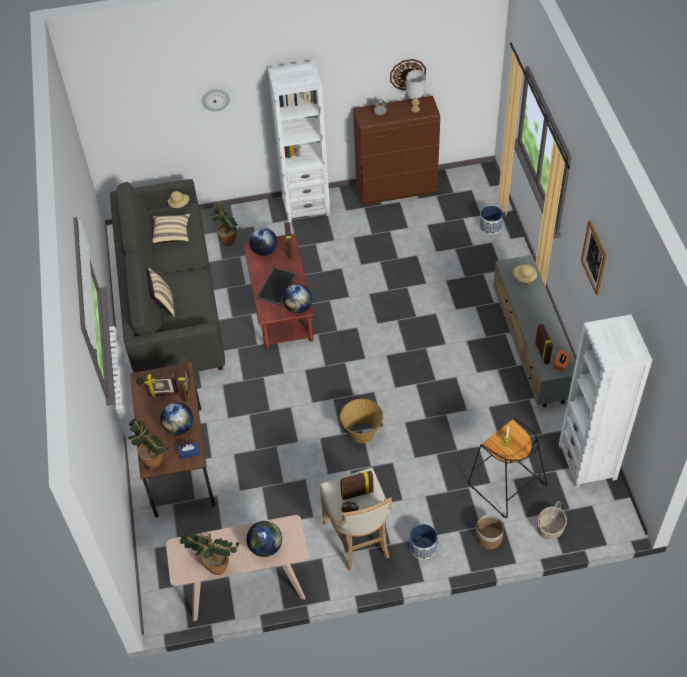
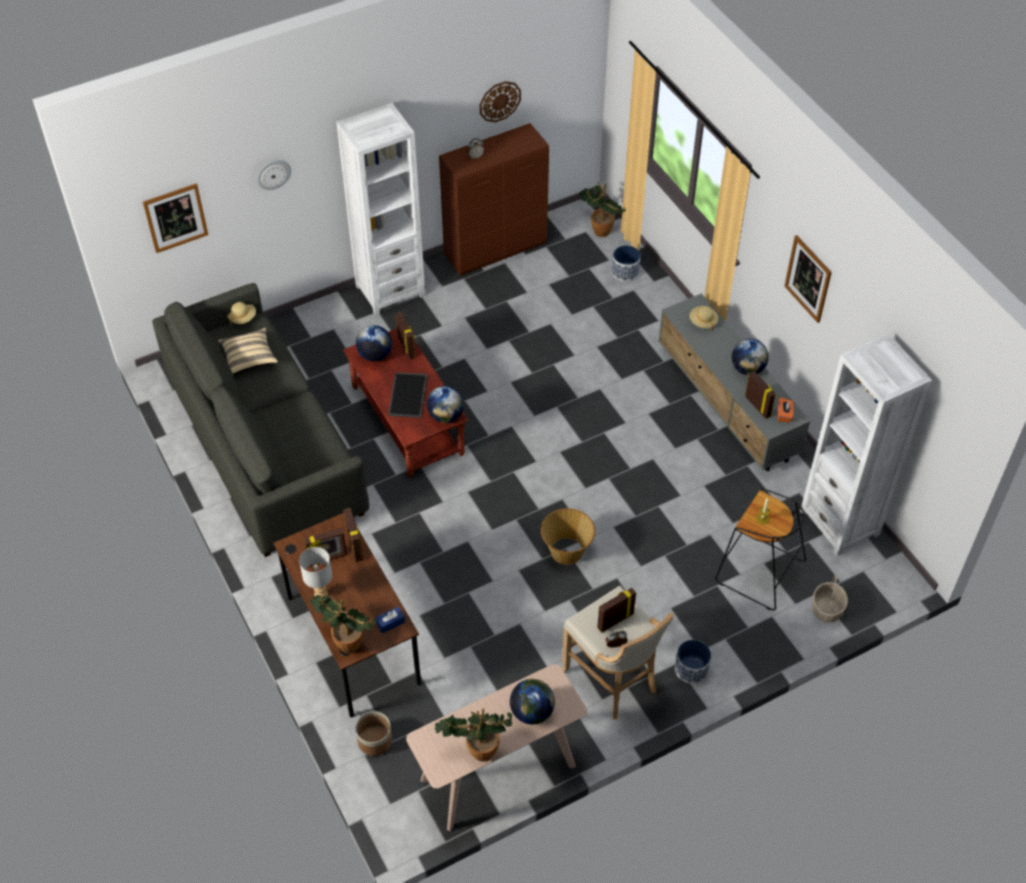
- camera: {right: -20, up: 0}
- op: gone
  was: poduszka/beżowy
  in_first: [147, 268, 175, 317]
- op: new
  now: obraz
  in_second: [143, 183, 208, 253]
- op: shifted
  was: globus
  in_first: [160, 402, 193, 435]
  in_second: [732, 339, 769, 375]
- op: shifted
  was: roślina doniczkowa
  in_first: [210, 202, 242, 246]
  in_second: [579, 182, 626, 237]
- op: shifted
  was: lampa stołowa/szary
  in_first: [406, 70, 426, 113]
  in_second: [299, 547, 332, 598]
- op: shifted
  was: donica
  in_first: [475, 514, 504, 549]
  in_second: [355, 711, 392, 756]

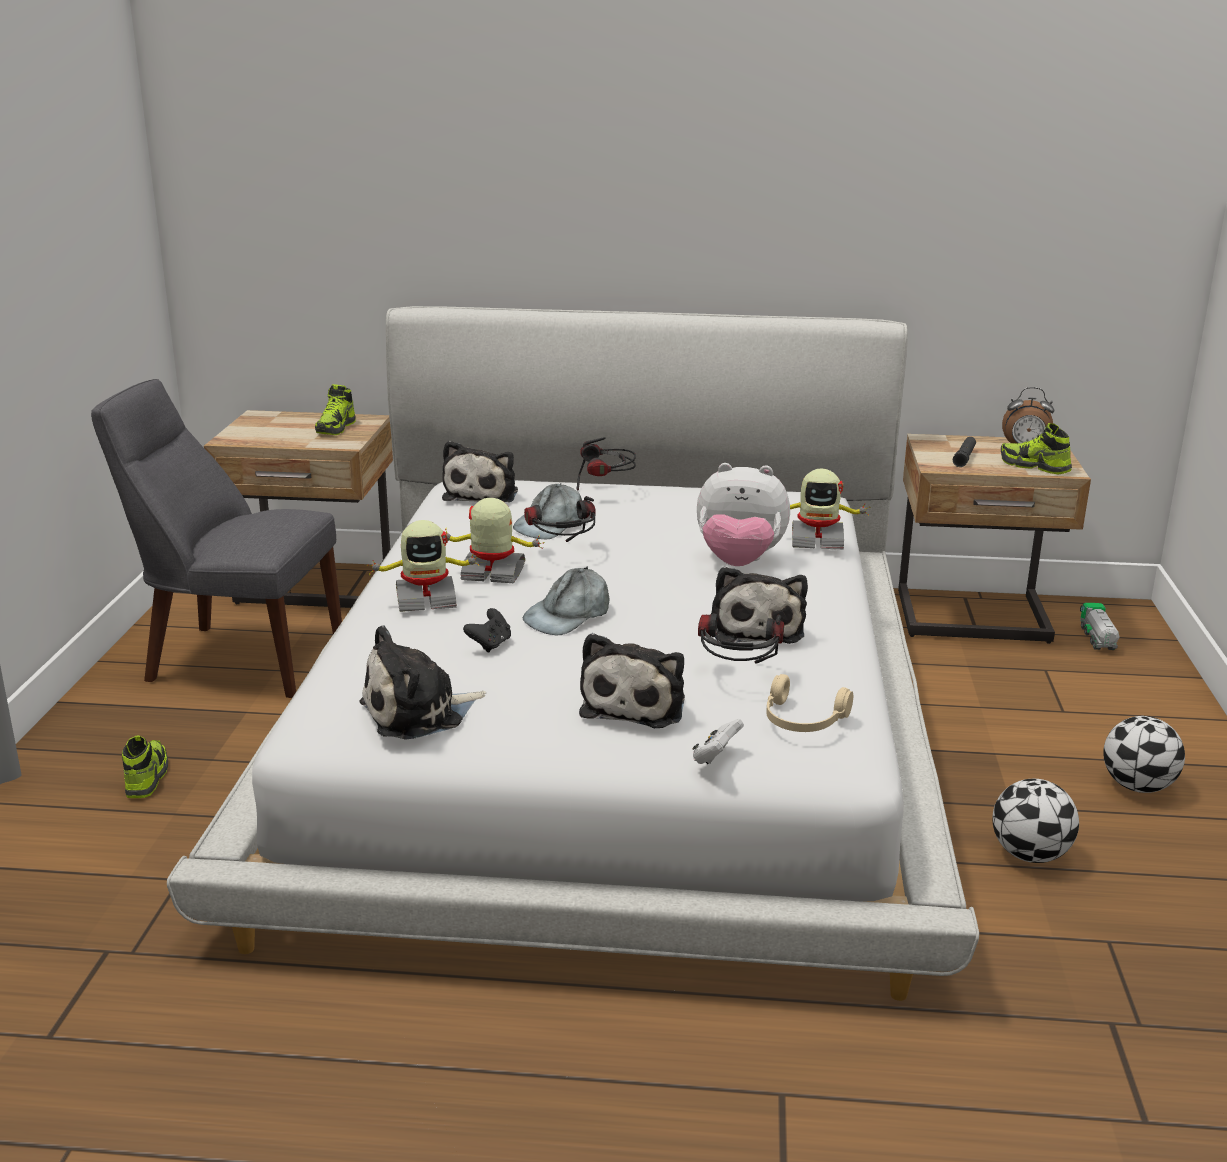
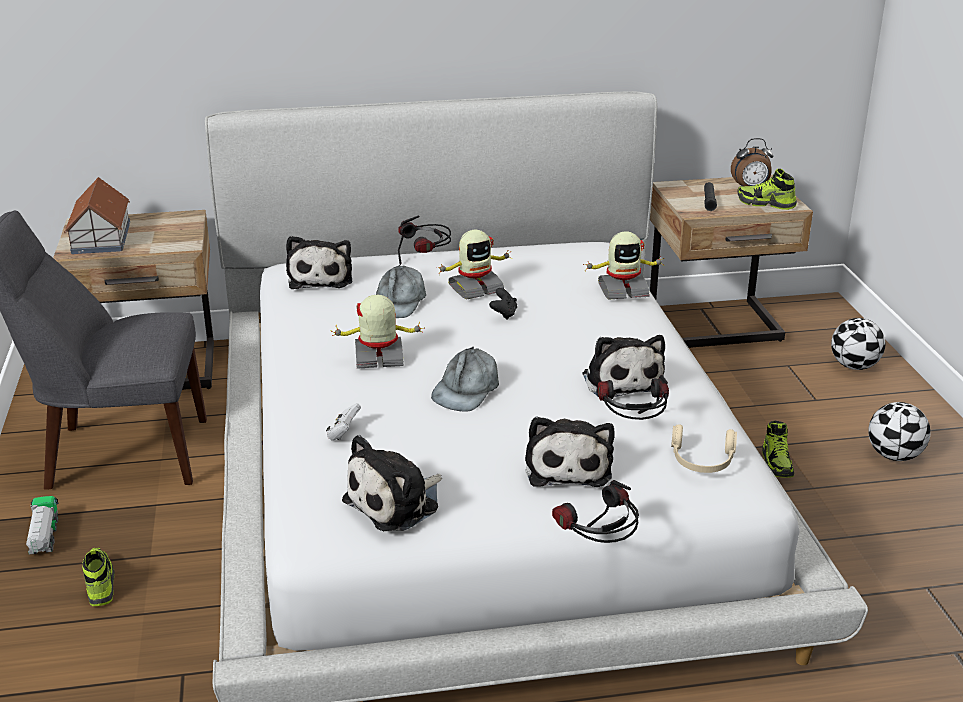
- camera: {right: -15, up: 5}
- op: gone
  was: pluszak
  in_first: [697, 463, 790, 566]
- op: new
  now: domek
  in_second: [64, 177, 130, 254]
- op: shifted
  was: but
  in_first: [315, 384, 355, 435]
  in_second: [762, 420, 794, 478]
- op: shifted
  was: robot zabawkowy
  in_first: [366, 520, 481, 612]
  in_second: [436, 230, 512, 299]
- op: shifted
  was: pad do gier/czarny
  in_first: [463, 608, 511, 652]
  in_second: [489, 288, 517, 320]
- op: shifted
  was: słuchawki
  in_first: [524, 496, 596, 542]
  in_second: [552, 480, 639, 543]
- op: shifted
  was: pad do gier/biały
  in_first: [692, 719, 744, 764]
  in_second: [326, 403, 361, 441]
- op: shifted
  was: piłka futbolowa
  in_first: [992, 779, 1079, 863]
  in_second: [831, 318, 885, 370]
- op: shifted
  was: ciężarówka zabawkowa
  in_first: [1080, 603, 1120, 650]
  in_second: [26, 496, 58, 554]

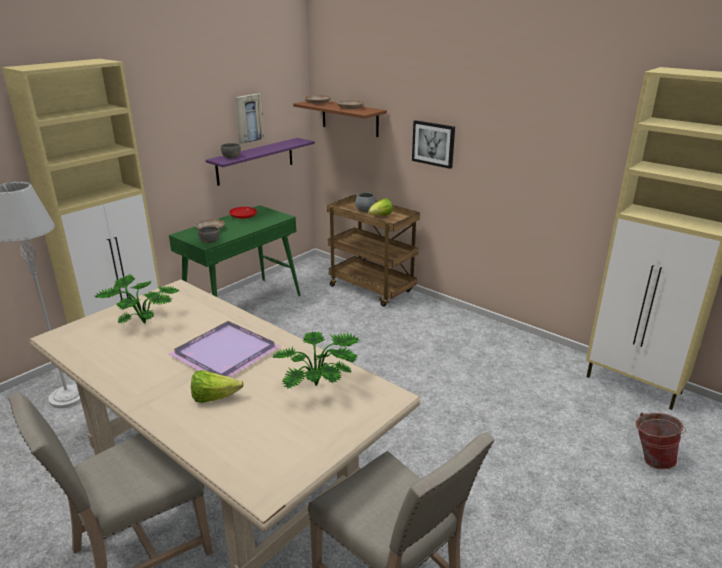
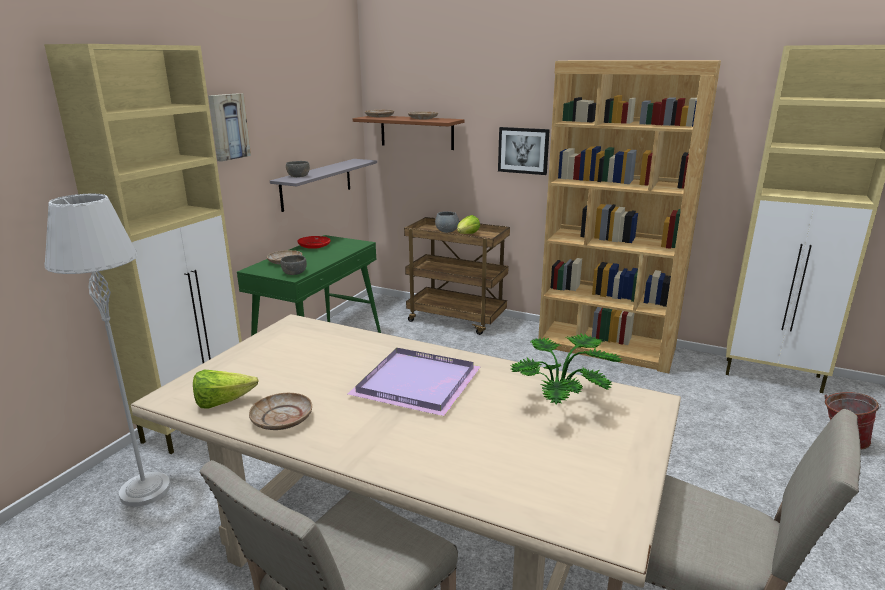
- camera: {right: -15, up: -5}
- op: gone
  was: roślina doniczkowa
  in_first: [95, 274, 180, 324]
- op: new
  now: talerz/beżowy
  in_second: [249, 393, 312, 430]
- op: new
  now: regał/brązowy
  in_second: [538, 61, 721, 373]
- op: shifted
  was: sałata
  in_first: [191, 370, 244, 403]
  in_second: [193, 370, 259, 409]
- op: shifted
  was: obraz
  in_first: [235, 93, 264, 144]
  in_second: [208, 93, 251, 162]
- op: repainted
  was: półka/fioletowy
  now: półka/szary
  in_first: [206, 138, 315, 186]
  in_second: [270, 159, 377, 212]

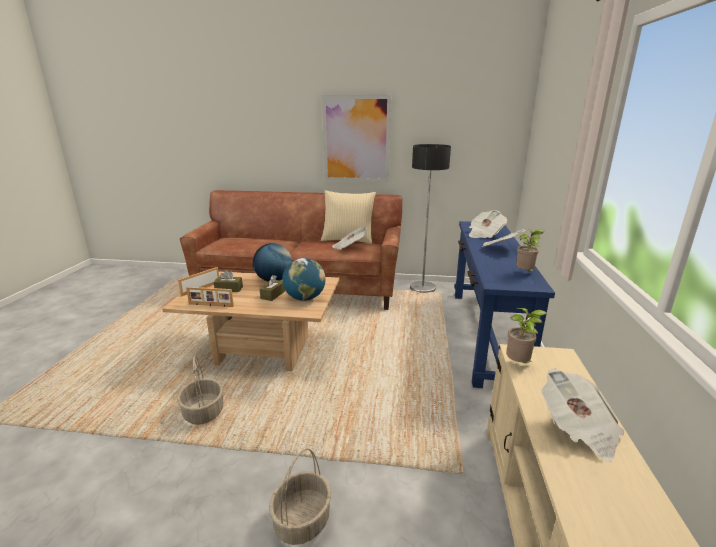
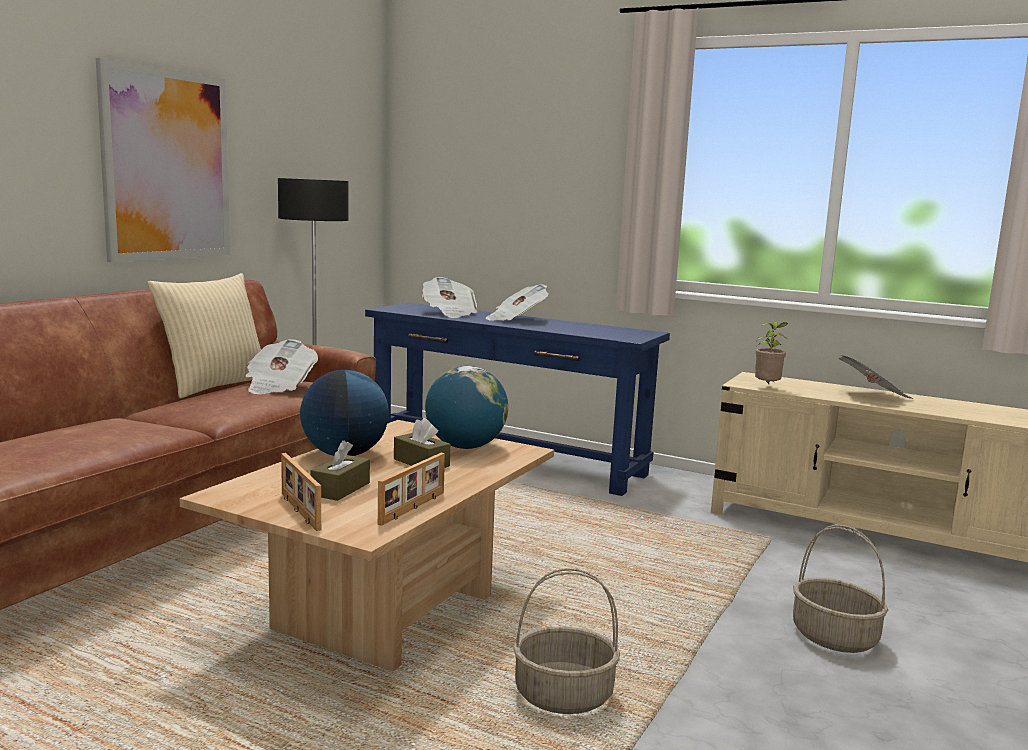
- camera: {right: -70, up: -10}
- op: gone
  was: roślina doniczkowa
  in_first: [516, 229, 544, 271]

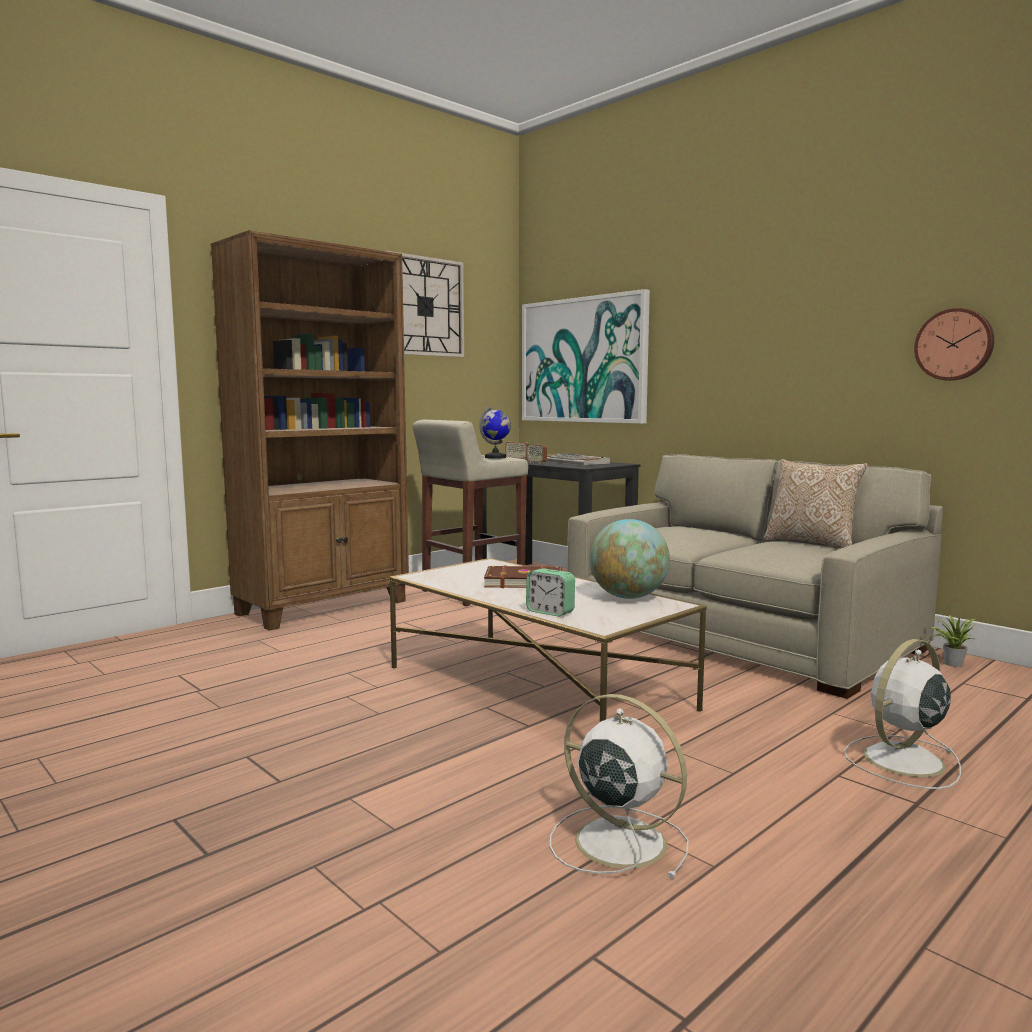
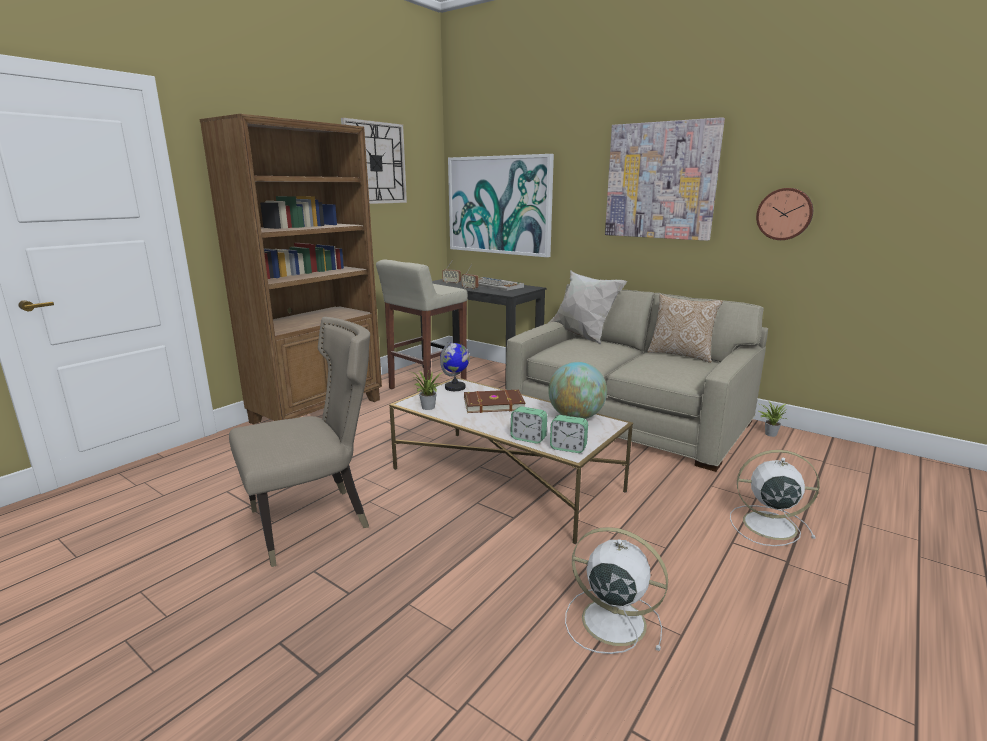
- camera: {right: -10, up: 10}
- op: new
  now: krzesło/beżowy
  in_second: [229, 317, 370, 567]
- op: new
  now: roślina doniczkowa
  in_second: [412, 369, 443, 410]
- op: new
  now: poduszka/biały
  in_second: [548, 270, 627, 344]
- op: new
  now: budzik
  in_second: [550, 415, 588, 453]
- op: new
  now: obraz
  in_second: [605, 117, 725, 241]
- op: shifted
  was: globus
  in_first: [479, 406, 511, 459]
  in_second: [440, 341, 470, 391]
- op: rotated
  was: wentylator/biały
  in_first: [844, 639, 961, 789]
  in_second: [730, 450, 820, 546]
  clockwise: 60

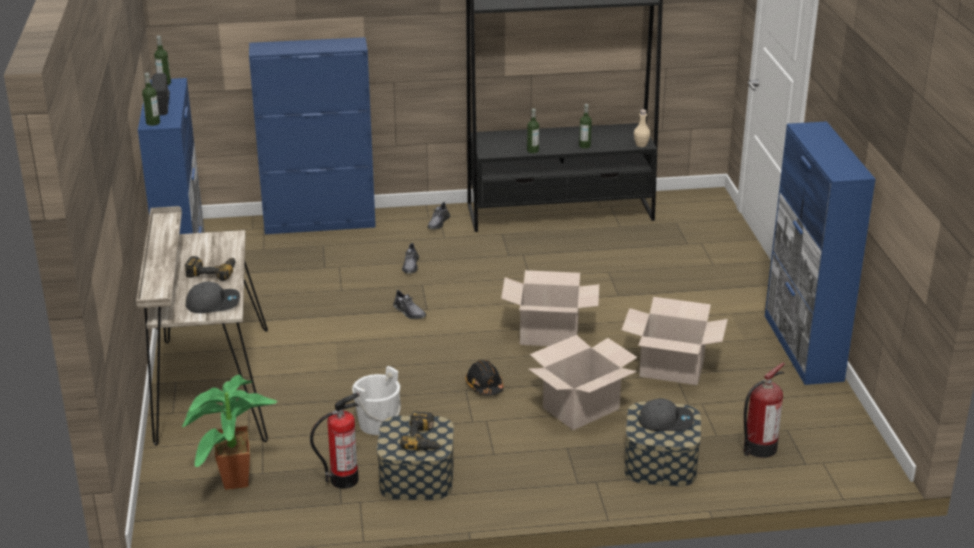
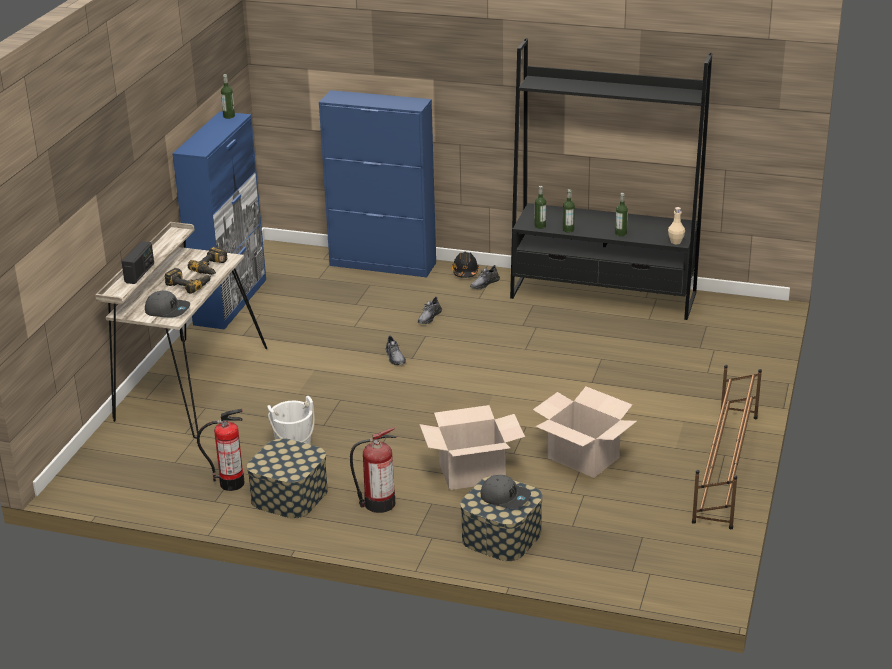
- camera: {right: 25, up: 0}
- op: gone
  was: roślina doniczkowa
  in_first: [182, 375, 277, 490]
- op: gone
  was: karton
  in_first: [501, 270, 599, 346]
- op: shifted
  was: butelka
  in_first: [142, 73, 160, 126]
  in_second: [535, 186, 546, 229]
- op: shifted
  was: radio
  in_first: [151, 73, 170, 115]
  in_second: [122, 241, 154, 284]
- op: shifted
  was: wiertarka
  in_first: [400, 411, 442, 450]
  in_second: [188, 247, 228, 275]
- op: shifted
  was: kask/czarny
  in_first: [465, 360, 504, 396]
  in_second: [452, 252, 479, 278]
- op: shifted
  was: gaśnica
  in_first: [744, 362, 785, 458]
  in_second: [350, 427, 397, 513]
- op: swapped
  was: szafka/niebieski
  now: regał na buty/brązowy
  in_first: [765, 121, 876, 385]
  in_second: [692, 365, 762, 529]

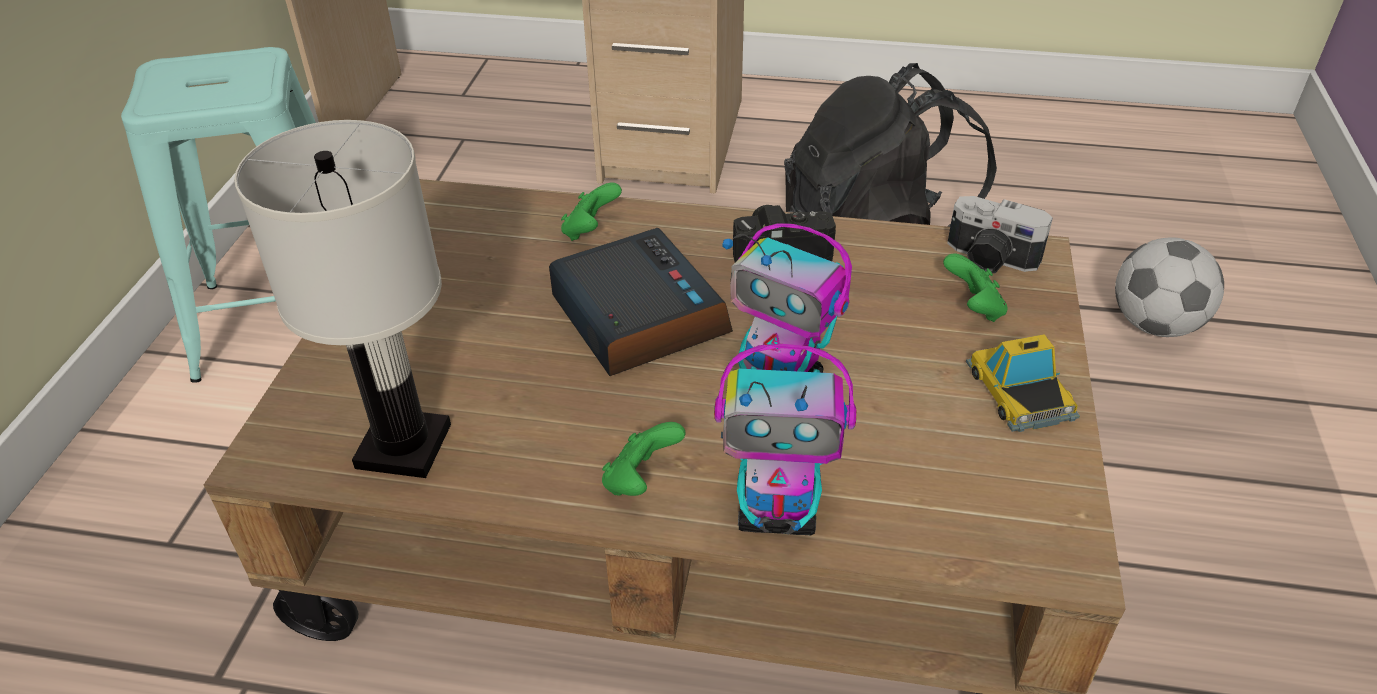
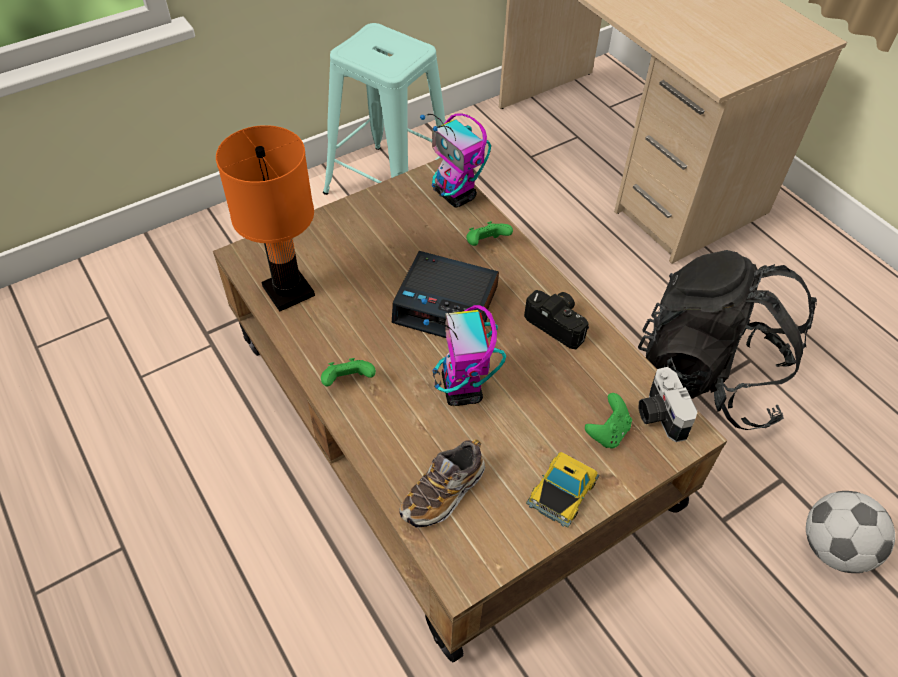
- camera: {right: 45, up: 10}
- op: new
  now: but
  in_second: [399, 439, 485, 528]
- op: shifted
  was: robot zabawkowy
  in_first: [714, 344, 856, 535]
  in_second: [420, 113, 491, 208]
- op: repainted
  was: lampa stołowa/biały
  now: lampa stołowa/pomarańczowy
  in_first: [234, 120, 451, 478]
  in_second: [216, 125, 315, 312]
- op: rotated
  was: budzik
  in_first: [549, 228, 733, 376]
  in_second: [392, 251, 499, 338]
  clockwise: 90

